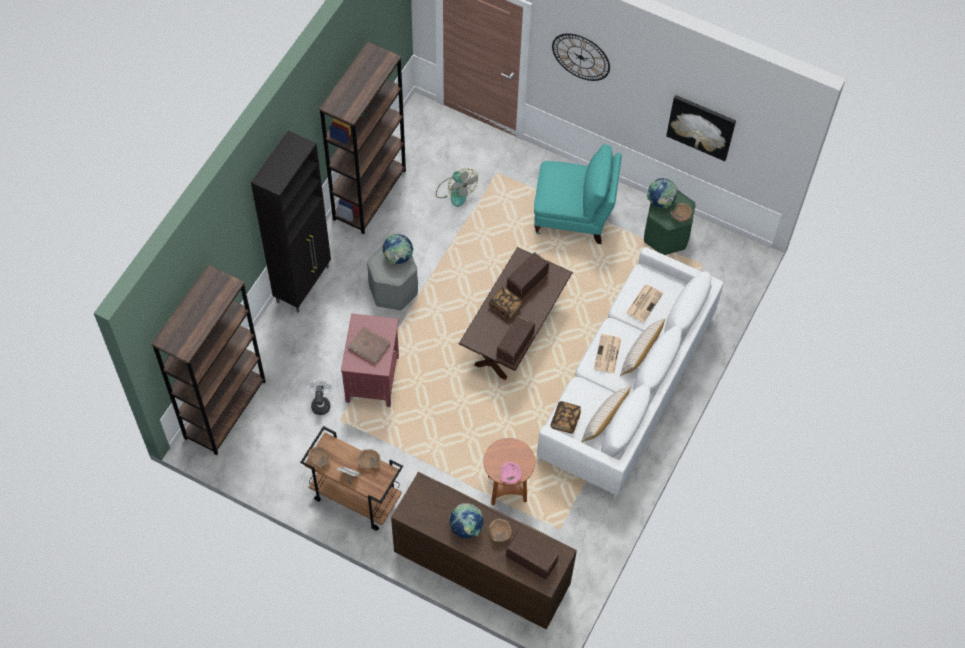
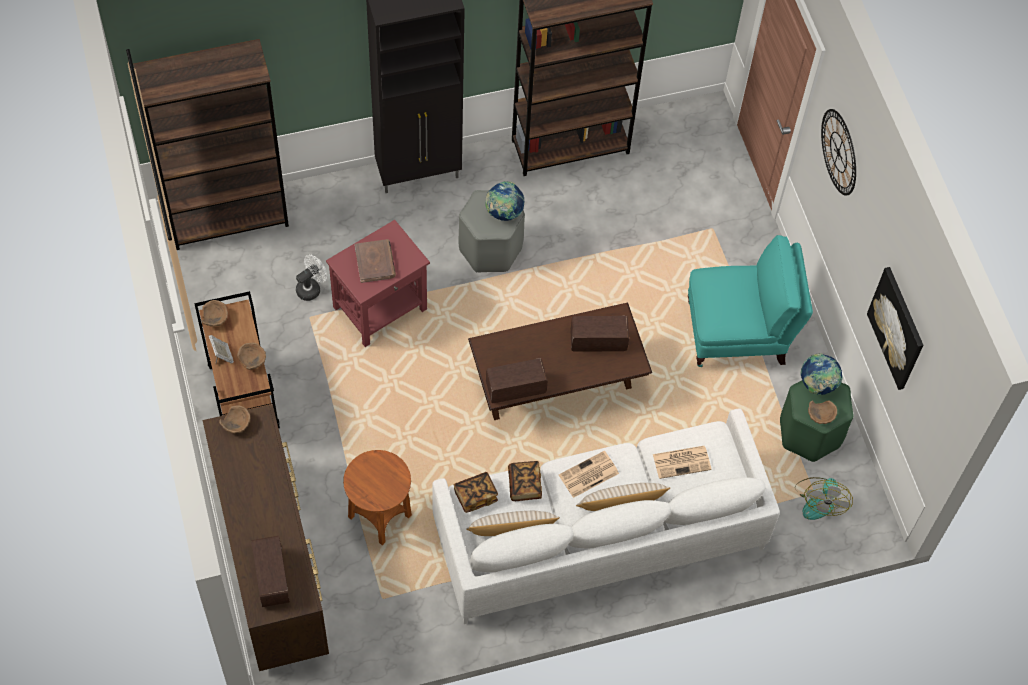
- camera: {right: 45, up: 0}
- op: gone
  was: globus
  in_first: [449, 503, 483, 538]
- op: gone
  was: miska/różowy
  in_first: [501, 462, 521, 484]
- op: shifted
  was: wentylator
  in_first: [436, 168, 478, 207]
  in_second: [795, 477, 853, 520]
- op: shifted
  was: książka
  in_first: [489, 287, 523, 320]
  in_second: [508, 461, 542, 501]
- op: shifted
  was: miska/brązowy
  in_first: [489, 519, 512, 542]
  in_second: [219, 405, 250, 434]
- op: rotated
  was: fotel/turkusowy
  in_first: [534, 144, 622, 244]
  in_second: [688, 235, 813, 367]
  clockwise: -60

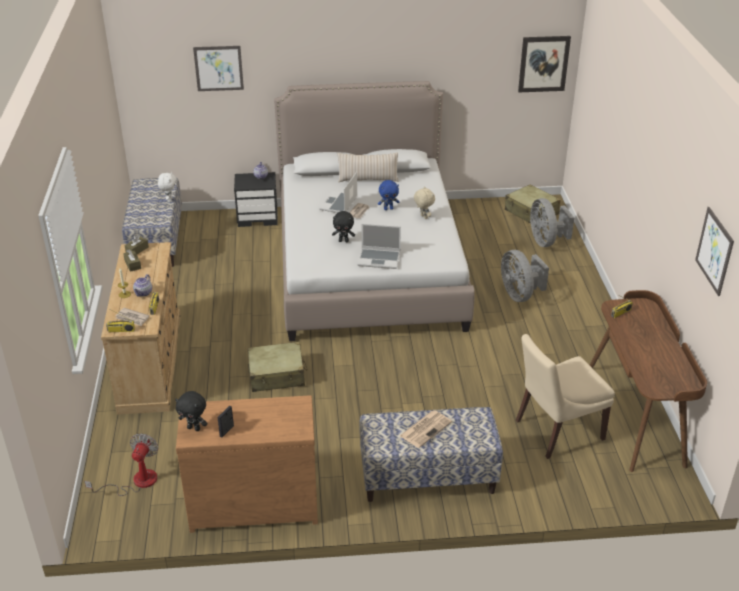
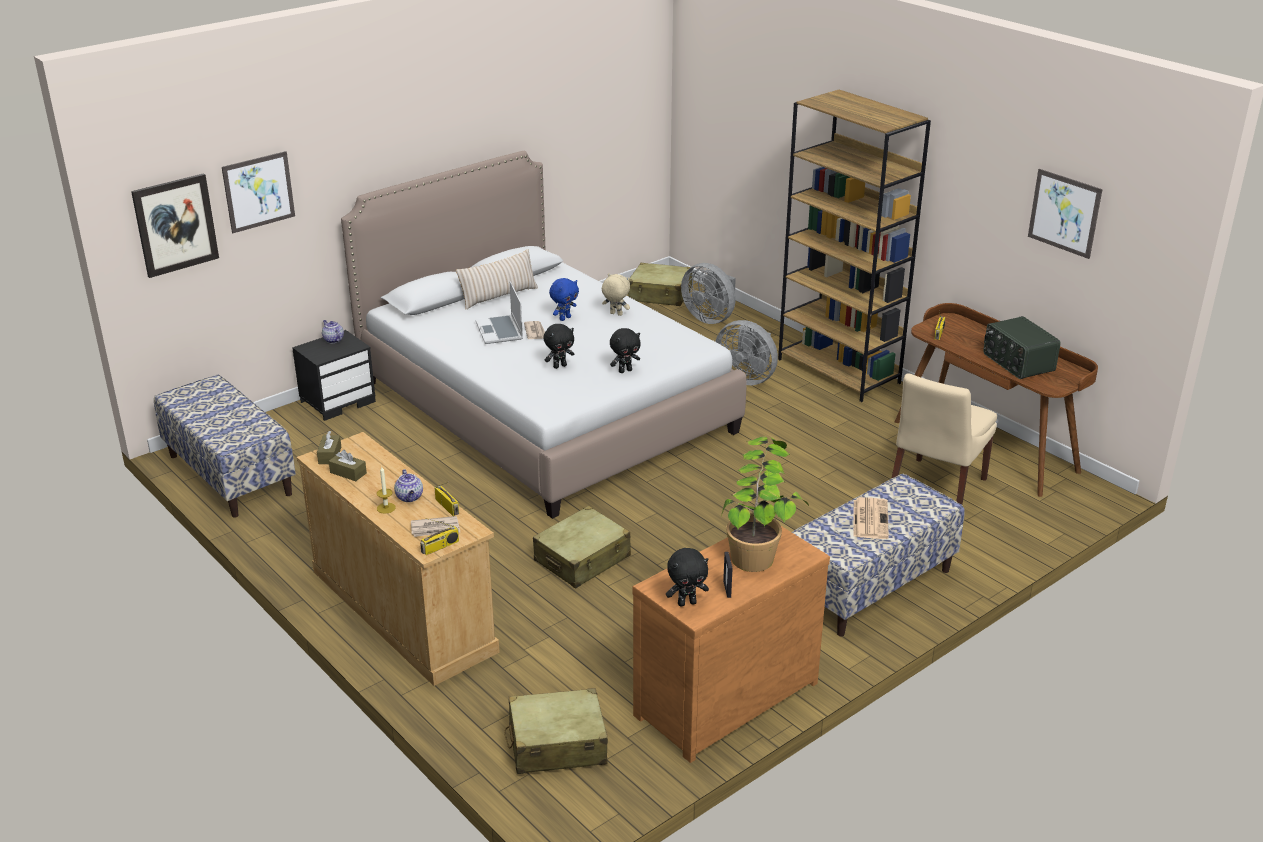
- camera: {right: -35, up: -5}
- op: gone
  was: pluszak/biały
  in_first: [158, 172, 176, 202]
- op: new
  now: roślina doniczkowa
  in_second: [721, 436, 809, 572]
- op: new
  now: regał/brązowy
  in_second: [778, 90, 931, 402]
- op: new
  now: radio
  in_second: [983, 316, 1060, 379]
- op: shifted
  was: obraz
  in_first: [518, 36, 571, 92]
  in_second: [131, 173, 219, 278]
- op: swapped
  was: wentylator
  now: walizka/beżowy
  in_first: [85, 433, 159, 496]
  in_second: [504, 688, 608, 774]
- op: swapped
  was: laptop
  now: pluszak/czarny
  in_first: [357, 224, 401, 269]
  in_second: [610, 328, 641, 373]

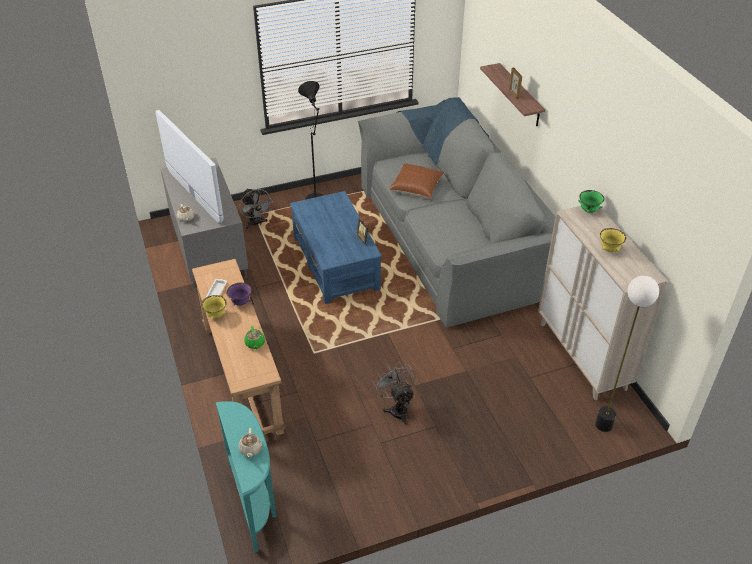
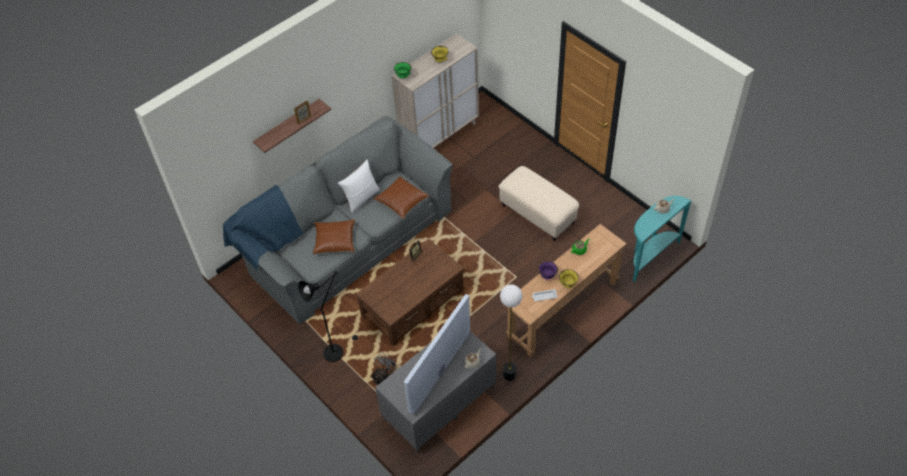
- camera: {right: -110, up: 10}
- op: new
  now: poduszka/biały
  in_second: [338, 160, 380, 213]
- op: new
  now: poduszka/brązowy
  in_second: [374, 176, 429, 219]
- op: shifted
  was: lampa stojąca
  in_first: [595, 276, 659, 432]
  in_second: [500, 284, 523, 381]
- op: swapped
  was: wentylator/szary
  now: pufa/beżowy
  in_first: [373, 362, 415, 425]
  in_second: [498, 166, 579, 241]
- op: repainted
  was: ława/niebieski
  now: ława/brązowy
  in_first: [290, 191, 382, 304]
  in_second: [356, 239, 464, 346]

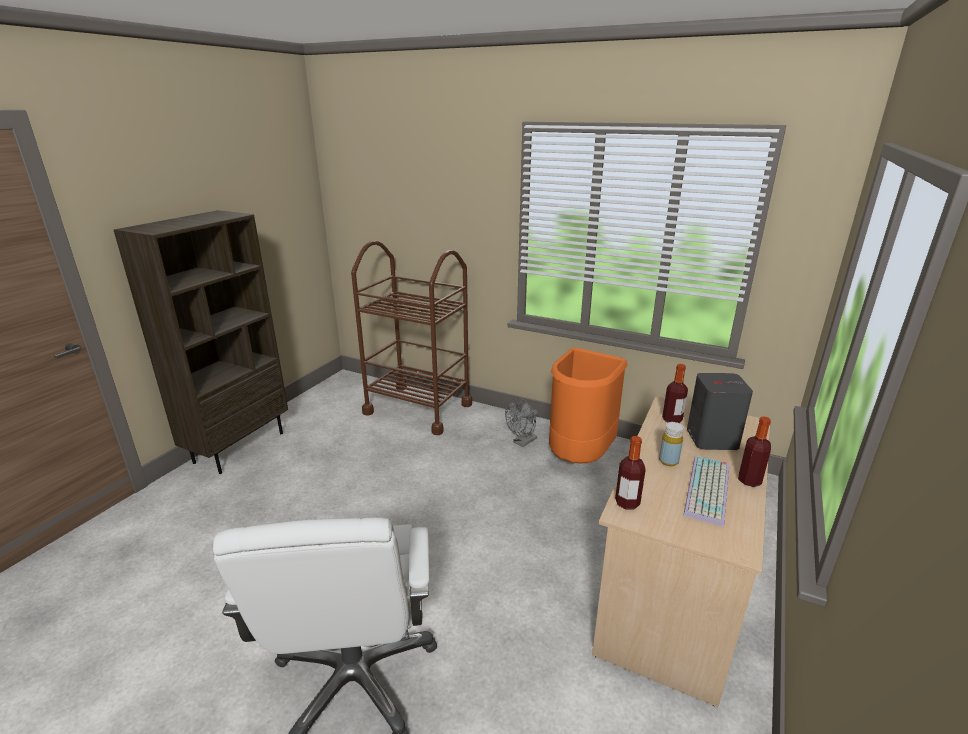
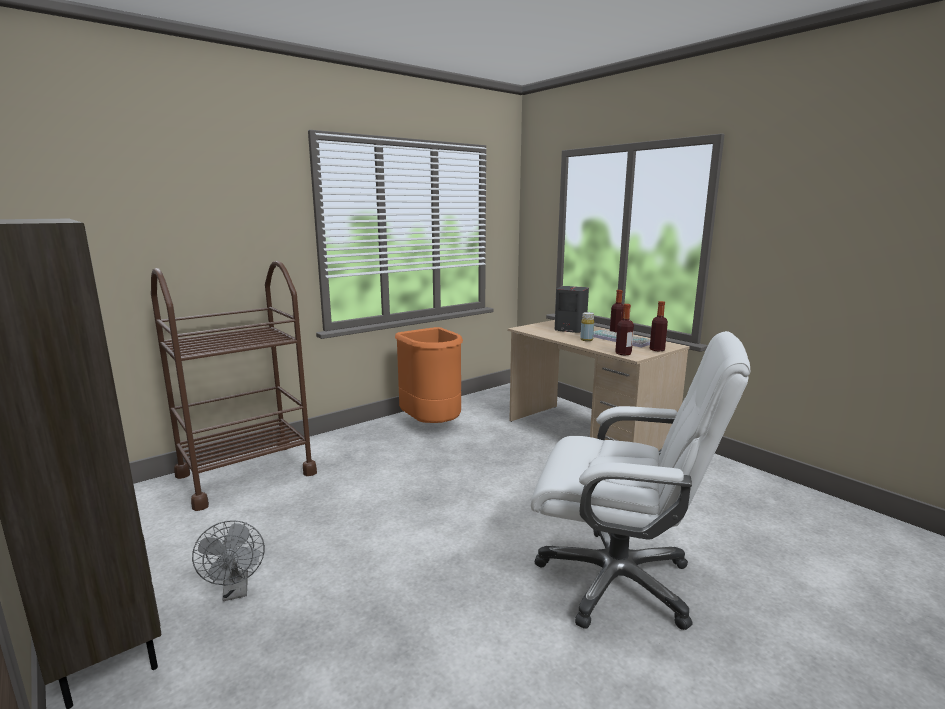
- camera: {right: -65, up: -10}
- op: shifted
  was: wentylator/szary
  in_first: [505, 398, 538, 447]
  in_second: [192, 520, 265, 601]
- op: shifted
  was: butelka
  in_first: [662, 364, 688, 423]
  in_second: [650, 301, 668, 352]

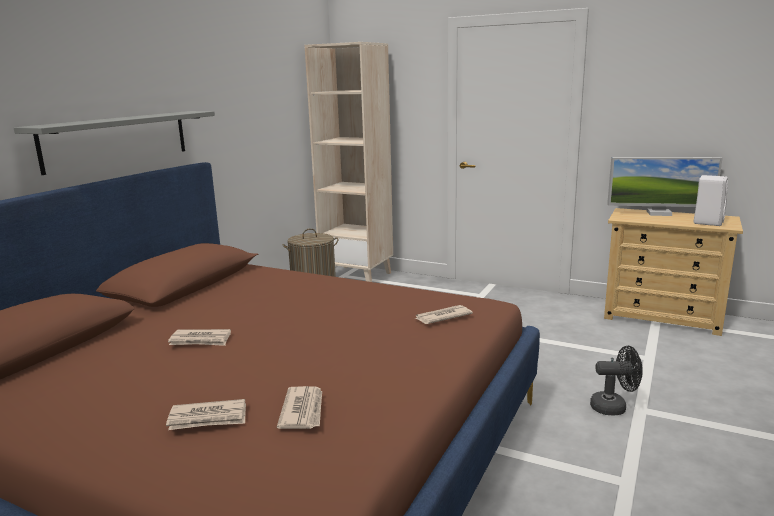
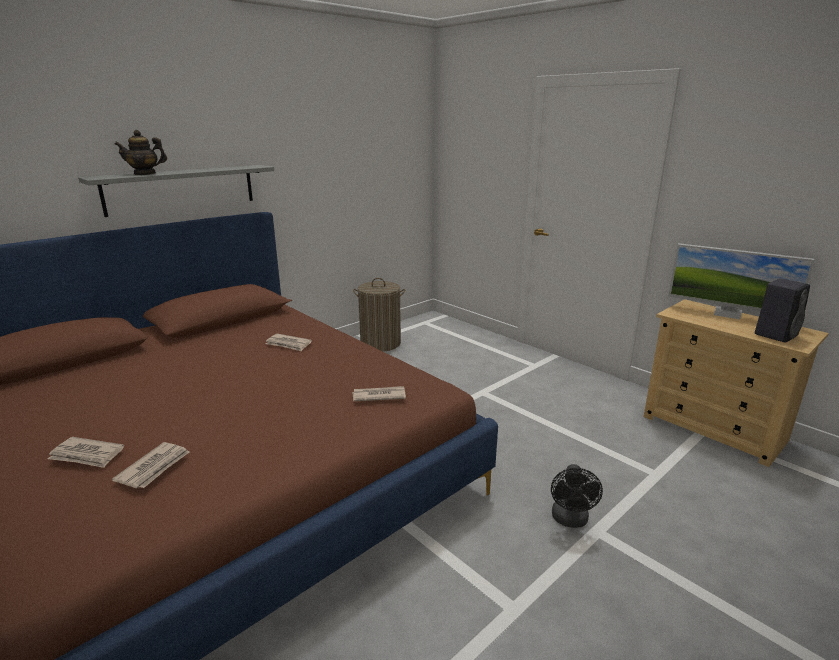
- camera: {right: 20, up: 5}
- op: gone
  was: regał/beżowy
  in_first: [305, 42, 393, 282]
- op: new
  now: imbryk
  in_second: [115, 130, 167, 175]
- op: shifted
  was: gazeta
  in_first: [168, 329, 231, 346]
  in_second: [265, 334, 312, 351]
- op: repainted
  was: głośnik/biały
  now: głośnik/czarny
  in_first: [694, 175, 728, 226]
  in_second: [755, 278, 810, 343]
- op: rotated
  was: wentylator/czarny
  in_first: [590, 346, 643, 415]
  in_second: [551, 464, 603, 528]
  clockwise: 75

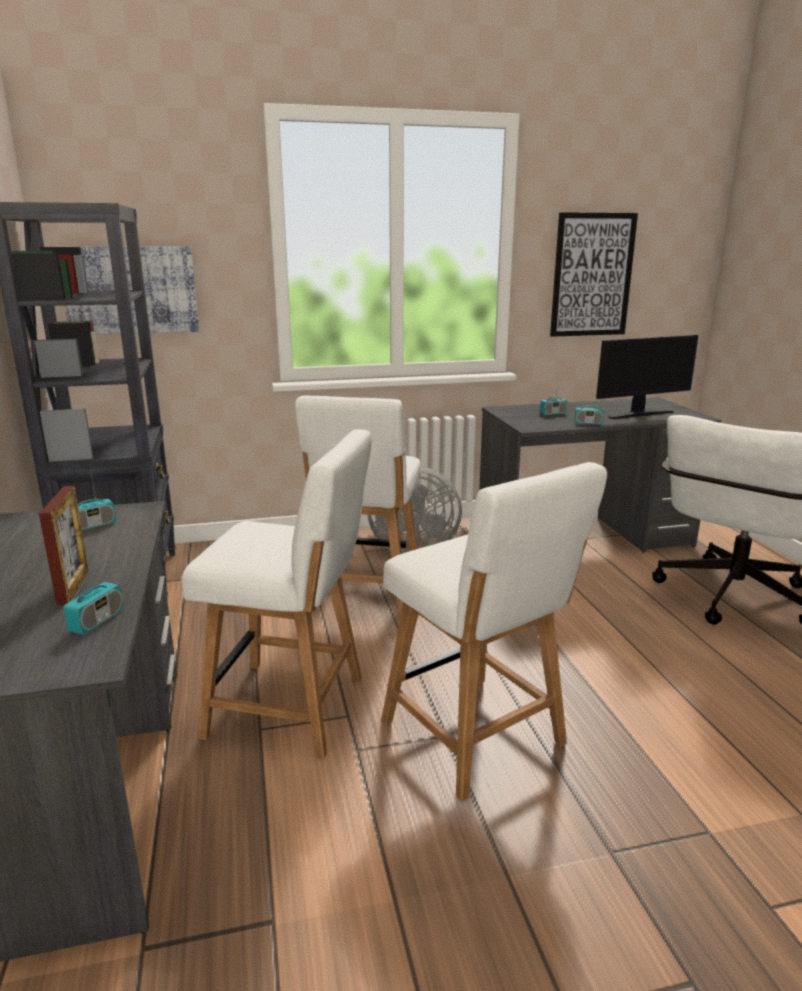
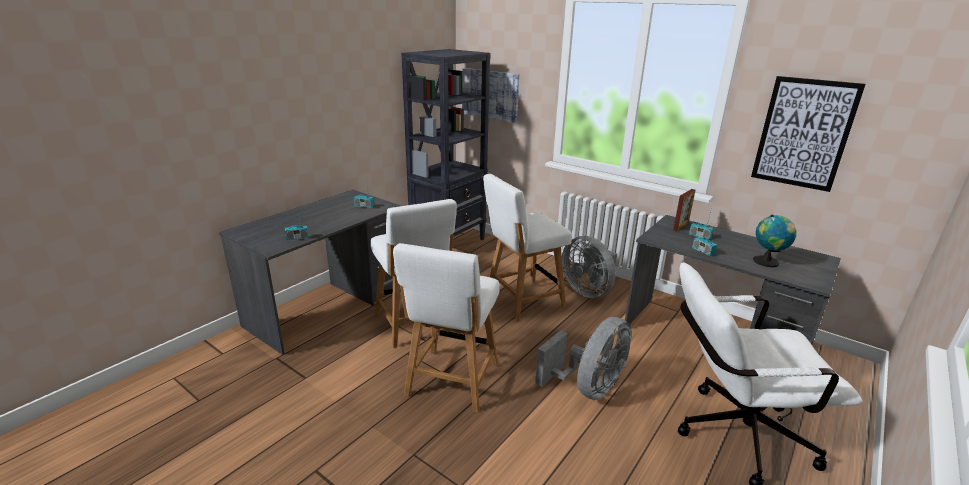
- camera: {right: 50, up: 5}
- op: new
  now: wentylator/szary
  in_second: [535, 317, 632, 400]
- op: shifted
  was: ramka na zdjęcie
  in_first: [39, 486, 89, 605]
  in_second: [673, 189, 695, 231]
- op: swapped
  was: monitor
  now: globus
  in_first: [596, 335, 698, 419]
  in_second: [753, 215, 797, 267]

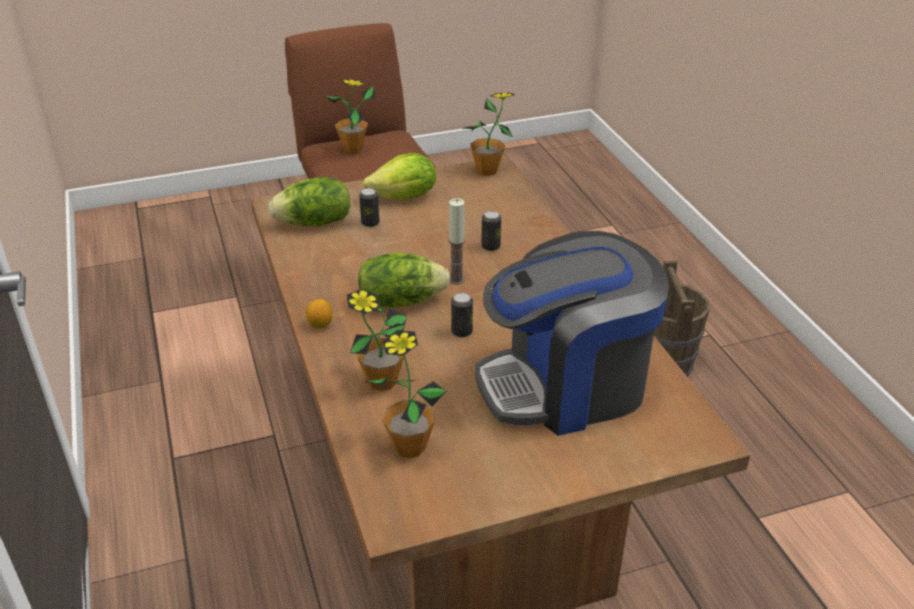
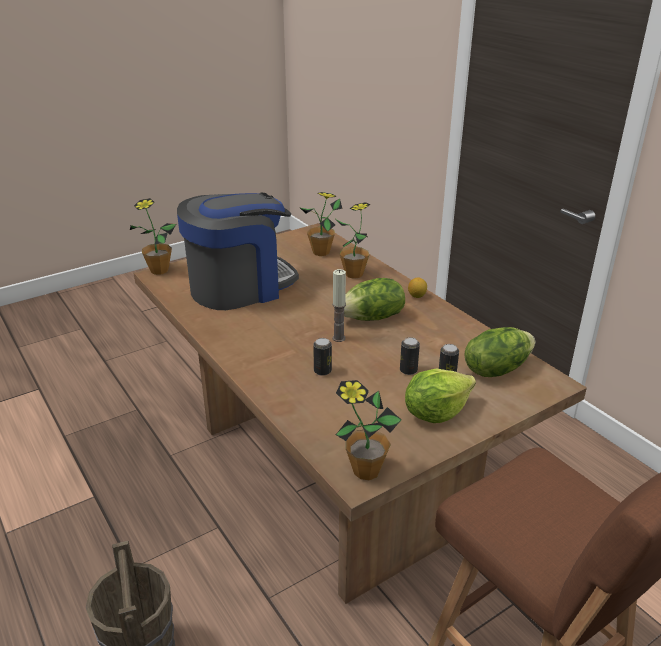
- camera: {right: 165, up: -5}
- op: shifted
  was: roślina doniczkowa
  in_first: [324, 79, 376, 154]
  in_second: [130, 198, 176, 275]
- op: shifted
  was: puszka
  in_first: [451, 293, 473, 337]
  in_second: [400, 337, 420, 375]

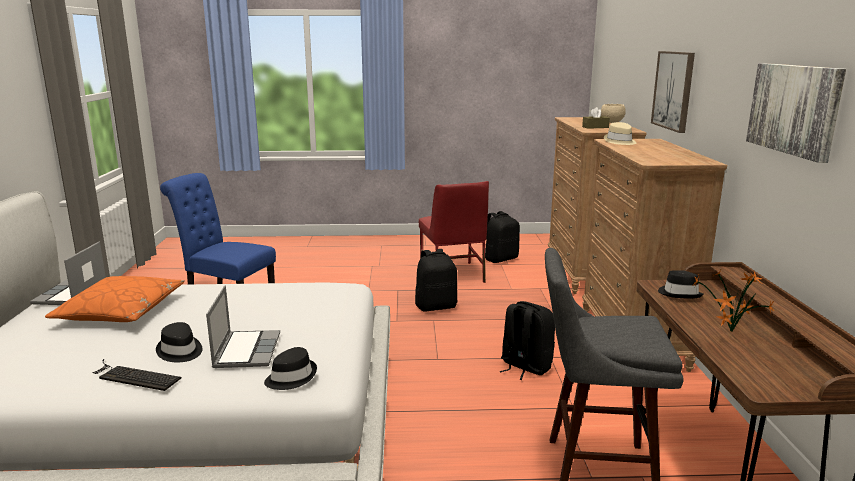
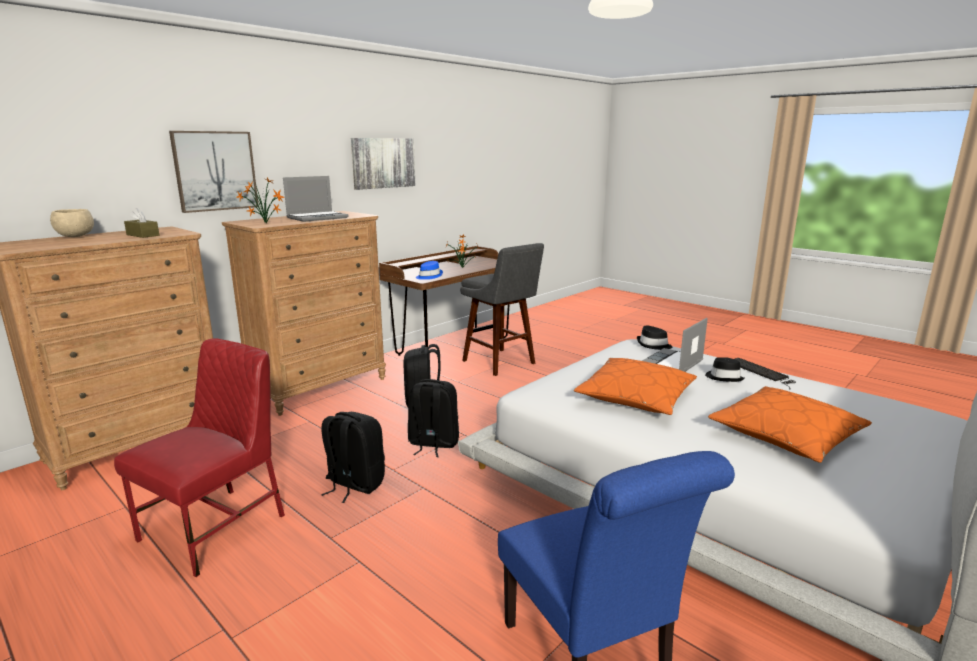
- camera: {right: -135, up: 0}
- op: new
  now: poduszka/pomarańczowy
  in_second: [574, 358, 697, 415]
- op: shifted
  was: laptop
  in_first: [30, 241, 106, 305]
  in_second: [283, 176, 349, 222]
- op: shifted
  was: plecak/czarny
  in_first: [485, 211, 520, 263]
  in_second: [408, 379, 459, 457]
- op: swapped
  was: kapelusz/beżowy
  now: roślina doniczkowa
  in_first: [604, 122, 636, 145]
  in_second: [236, 178, 285, 224]
- op: repainted
  was: kapelusz/czarny
  now: kapelusz/niebieski
  in_first: [658, 270, 704, 299]
  in_second: [416, 261, 443, 280]

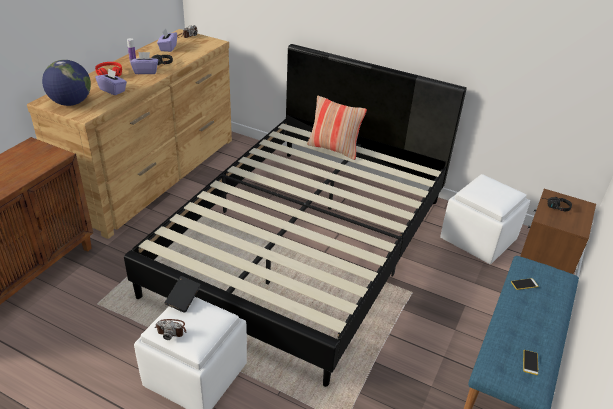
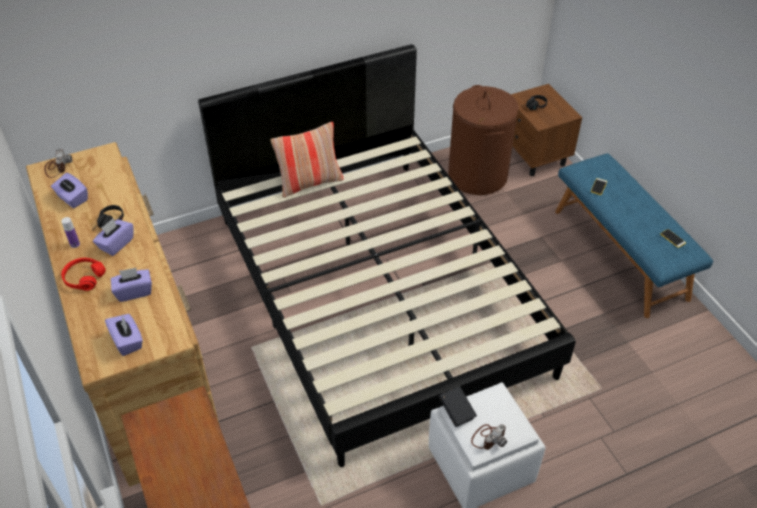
- camera: {right: -50, up: 10}
- op: swapped
  was: globus
  now: pudełko chusteczek/fioletowy
  in_first: [42, 60, 91, 106]
  in_second: [105, 314, 143, 356]
- op: swapped
  was: pufa/biały
  now: kosz na pranie/brązowy
  in_first: [440, 174, 530, 264]
  in_second: [448, 85, 519, 195]

